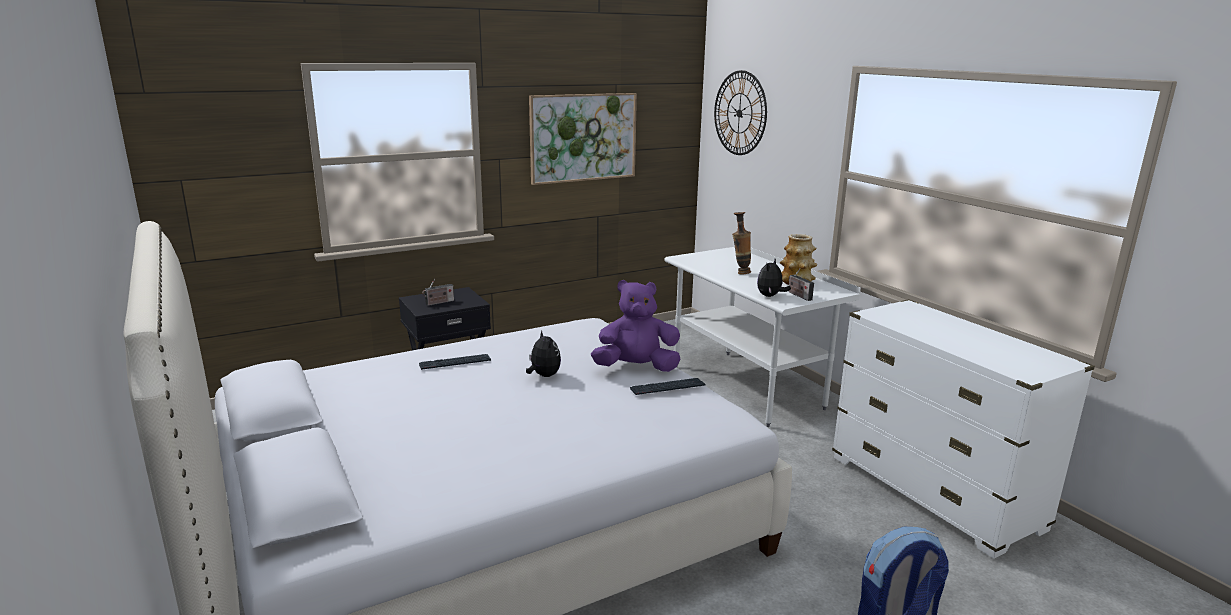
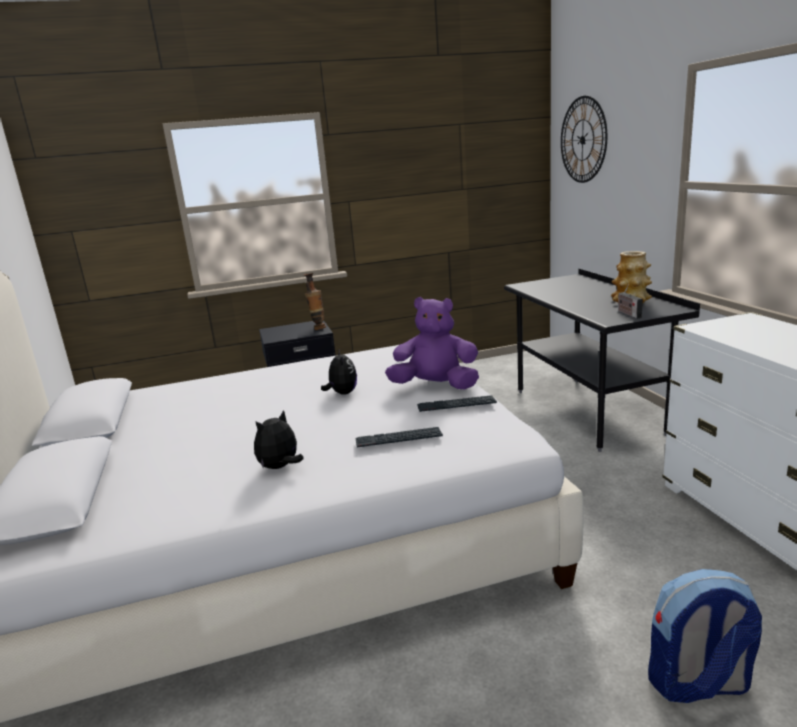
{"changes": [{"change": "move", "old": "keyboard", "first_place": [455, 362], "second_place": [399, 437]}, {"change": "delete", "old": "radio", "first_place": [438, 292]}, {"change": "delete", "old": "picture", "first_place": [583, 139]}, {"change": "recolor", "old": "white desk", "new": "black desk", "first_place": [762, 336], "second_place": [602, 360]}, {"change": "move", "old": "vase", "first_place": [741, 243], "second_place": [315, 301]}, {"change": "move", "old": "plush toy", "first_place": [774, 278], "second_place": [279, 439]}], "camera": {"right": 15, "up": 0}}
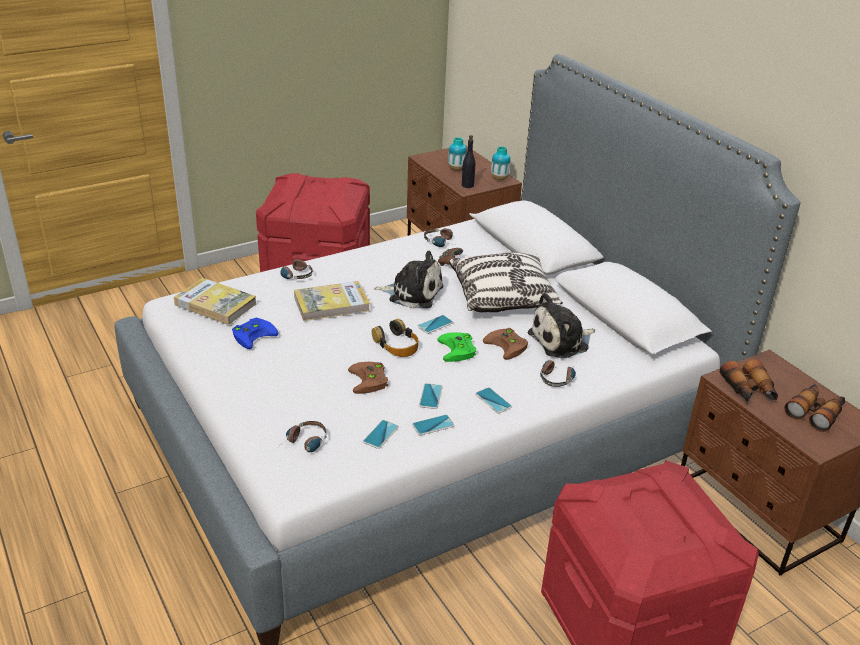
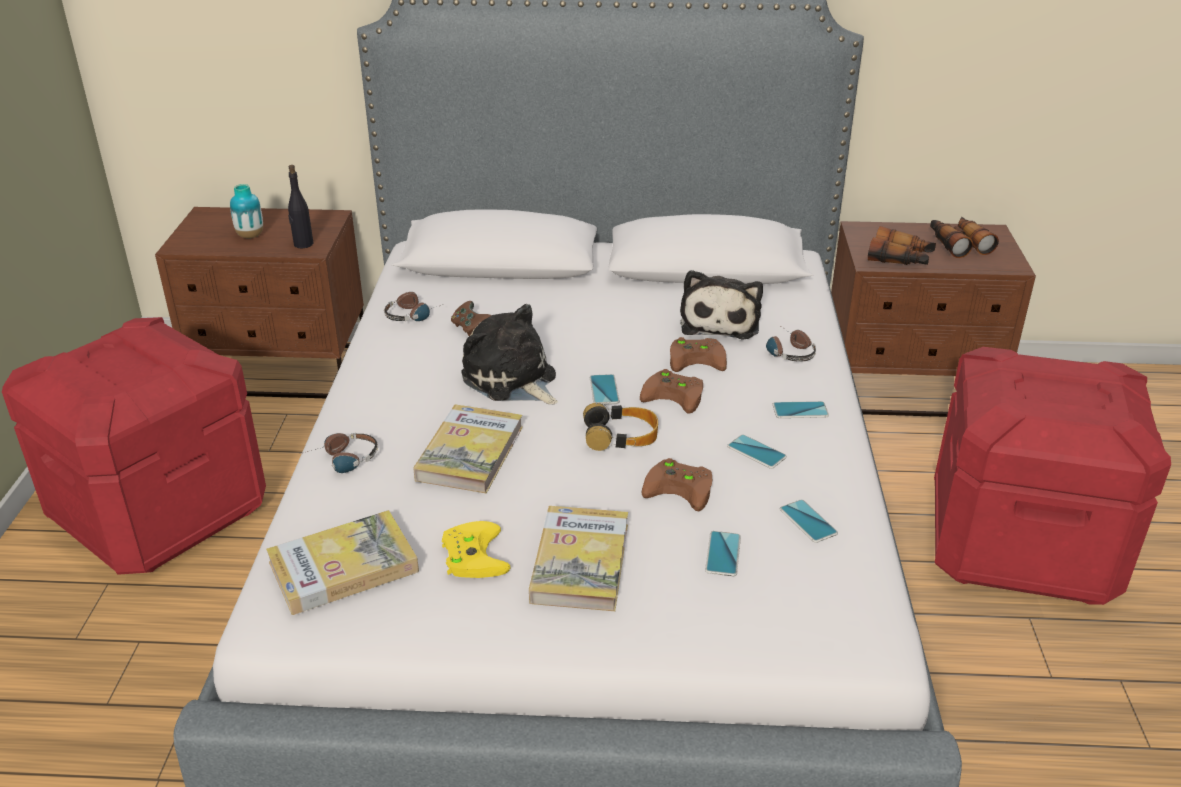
{"changes": [{"change": "recolor", "old": "blue game controller", "new": "yellow game controller", "first_place": [255, 333], "second_place": [476, 549]}, {"change": "delete", "old": "headphones", "first_place": [302, 436]}, {"change": "rotate", "old": "plush toy", "first_place": [408, 279], "second_place": [509, 354], "degrees": -90}, {"change": "move", "old": "phone", "first_place": [433, 425], "second_place": [723, 553]}, {"change": "recolor", "old": "green game controller", "new": "brown game controller", "first_place": [456, 347], "second_place": [671, 391]}, {"change": "delete", "old": "pillow", "first_place": [506, 282]}, {"change": "delete", "old": "vase", "first_place": [500, 163]}, {"change": "insert", "new": "book", "second_place": [578, 558]}], "camera": {"right": -55, "up": 0}}
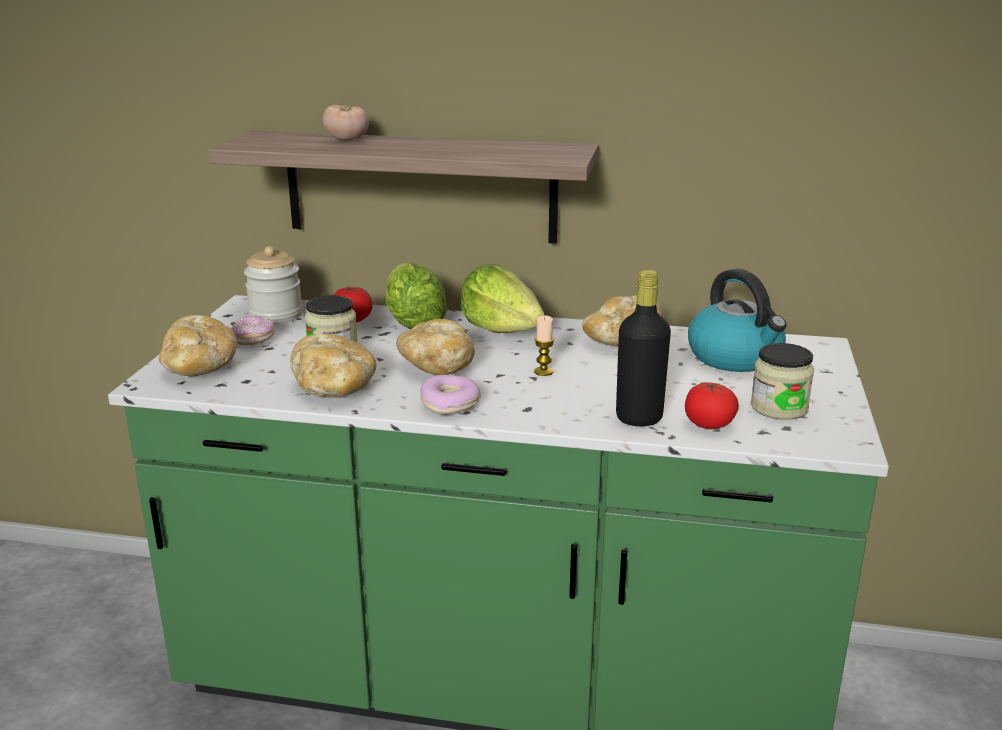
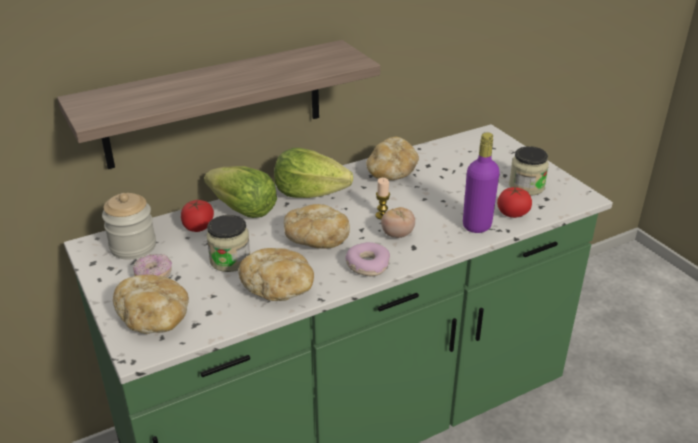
{"changes": [{"change": "move", "old": "tomato", "first_place": [346, 123], "second_place": [398, 222]}, {"change": "recolor", "old": "black bottle", "new": "purple bottle", "first_place": [643, 348], "second_place": [481, 182]}, {"change": "delete", "old": "kettle", "first_place": [737, 320]}], "camera": {"right": -40, "up": 10}}
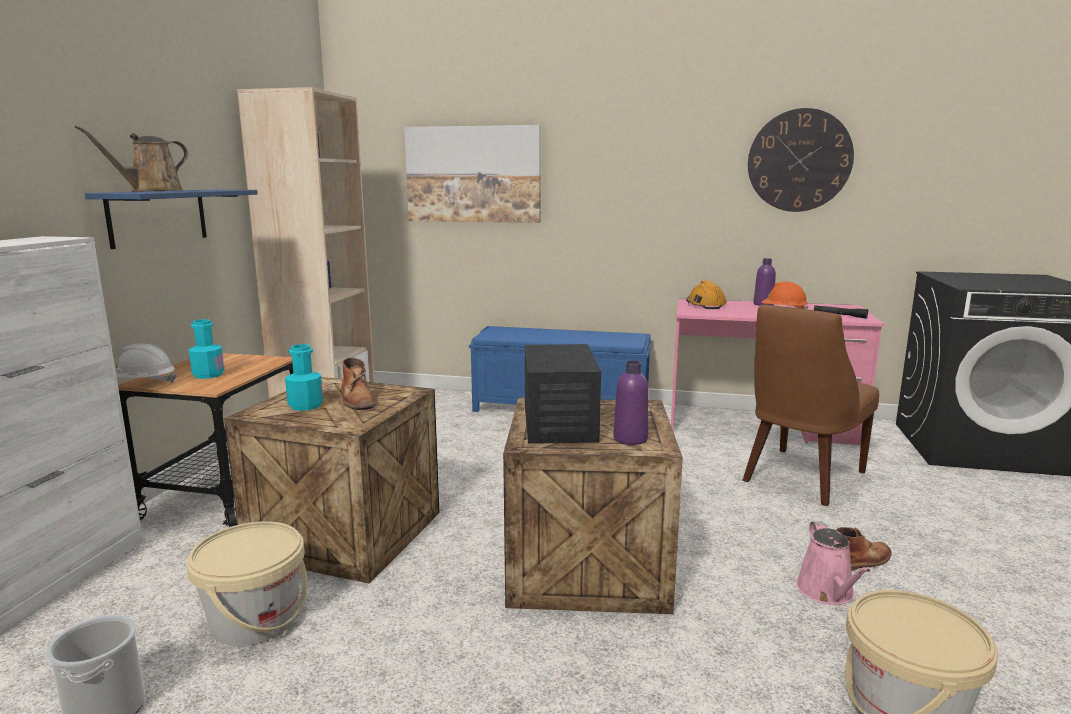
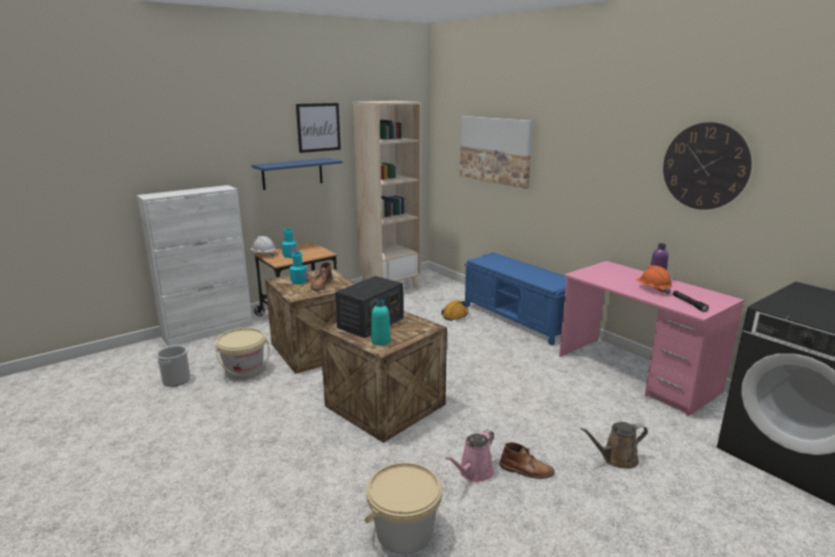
{"changes": [{"change": "move", "old": "brown watering can", "first_place": [131, 158], "second_place": [614, 445]}, {"change": "recolor", "old": "purple bottle", "new": "turquoise bottle", "first_place": [630, 403], "second_place": [381, 322]}, {"change": "move", "old": "orange hard hat", "first_place": [706, 294], "second_place": [455, 310]}, {"change": "delete", "old": "brown chair", "first_place": [811, 405]}, {"change": "insert", "new": "picture", "second_place": [318, 128]}], "camera": {"right": 40, "up": 5}}
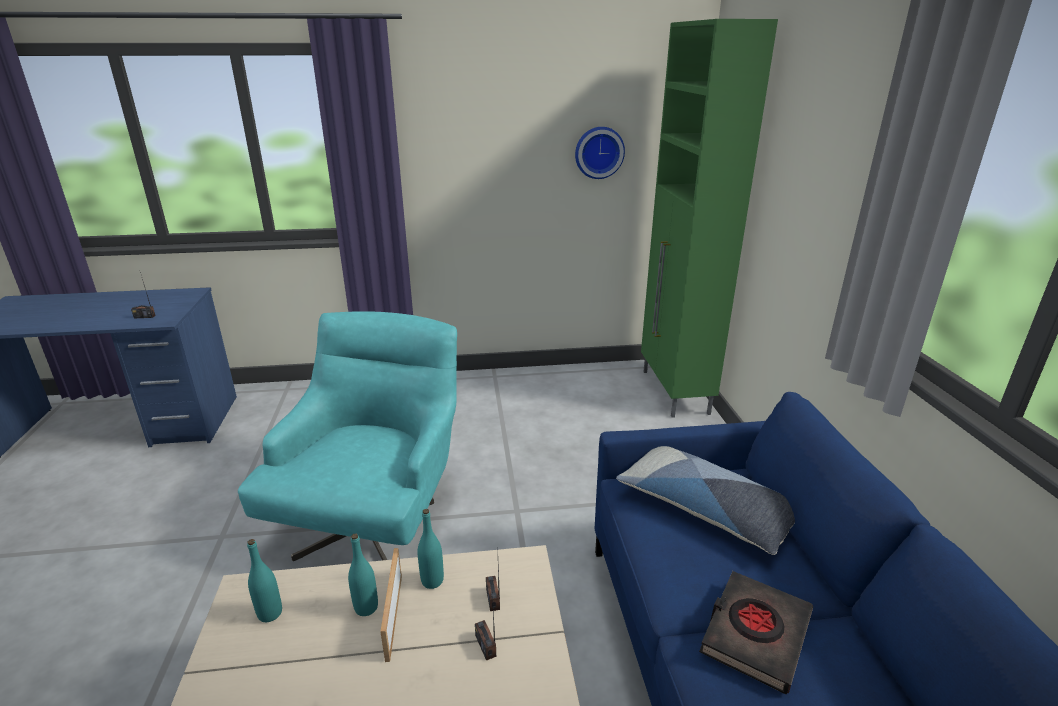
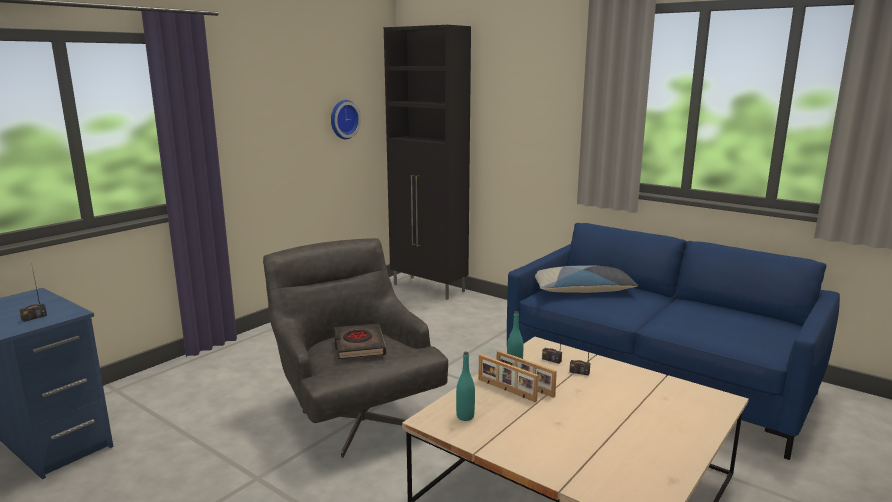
{"changes": [{"change": "recolor", "old": "turquoise armchair", "new": "grey armchair", "first_place": [347, 436], "second_place": [355, 348]}, {"change": "replace", "old": "turquoise bottle", "new": "picture frame", "first_place": [363, 575], "second_place": [508, 378]}, {"change": "recolor", "old": "green cabinet", "new": "black cabinet", "first_place": [709, 218], "second_place": [427, 162]}, {"change": "move", "old": "black book", "first_place": [756, 632], "second_place": [360, 341]}], "camera": {"right": -45, "up": -10}}
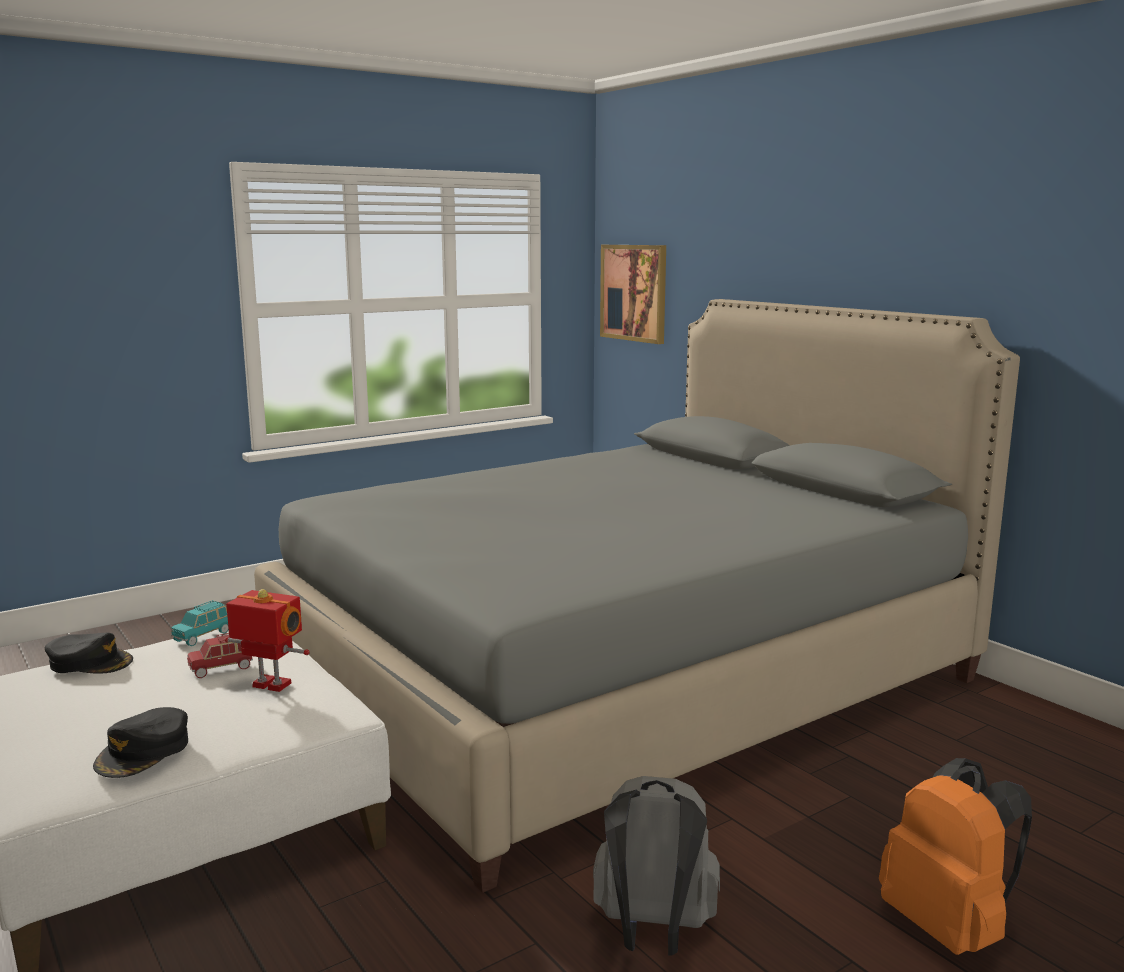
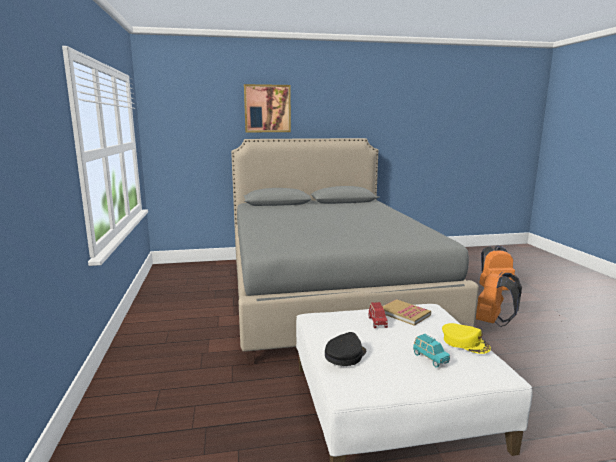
{"changes": [{"change": "recolor", "old": "black cap", "new": "yellow cap", "first_place": [140, 742], "second_place": [466, 338]}, {"change": "move", "old": "turquoise toy car", "first_place": [200, 623], "second_place": [431, 350]}, {"change": "replace", "old": "toy robot", "new": "book", "first_place": [267, 640], "second_place": [406, 312]}, {"change": "recolor", "old": "grey backpack", "new": "orange backpack", "first_place": [656, 866], "second_place": [499, 299]}, {"change": "move", "old": "picture", "first_place": [633, 294], "second_place": [267, 108]}], "camera": {"right": -65, "up": 0}}
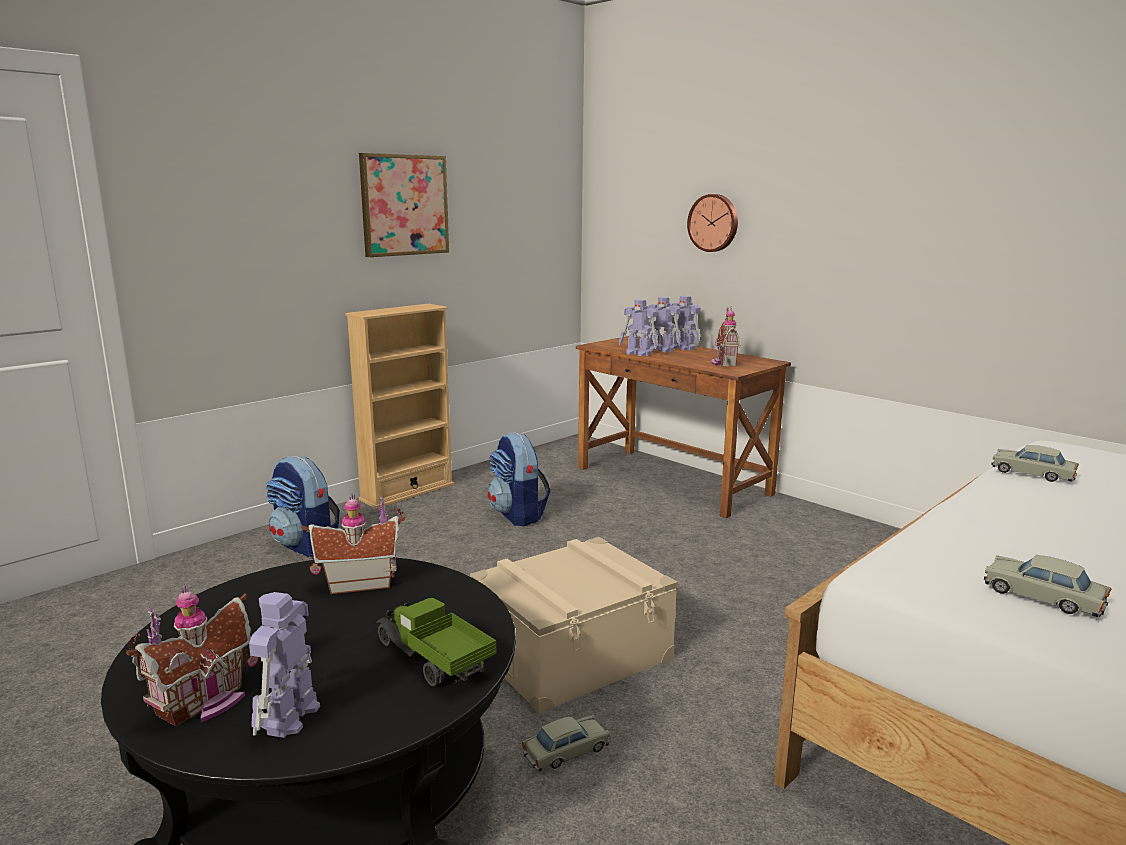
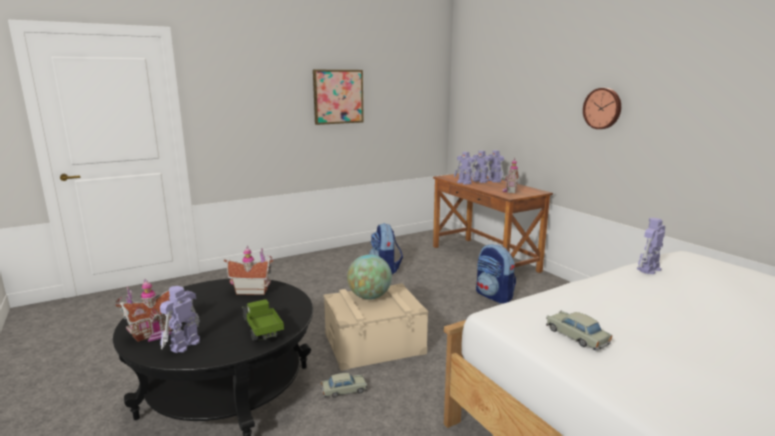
{"changes": [{"change": "move", "old": "backpack", "first_place": [303, 507], "second_place": [496, 273]}, {"change": "delete", "old": "beige bookcase", "first_place": [399, 406]}, {"change": "move", "old": "wall clock", "first_place": [712, 223], "second_place": [602, 108]}, {"change": "replace", "old": "beige toy car", "new": "toy robot", "first_place": [1035, 463], "second_place": [651, 246]}, {"change": "insert", "new": "globe", "second_place": [369, 277]}], "camera": {"right": 15, "up": 0}}
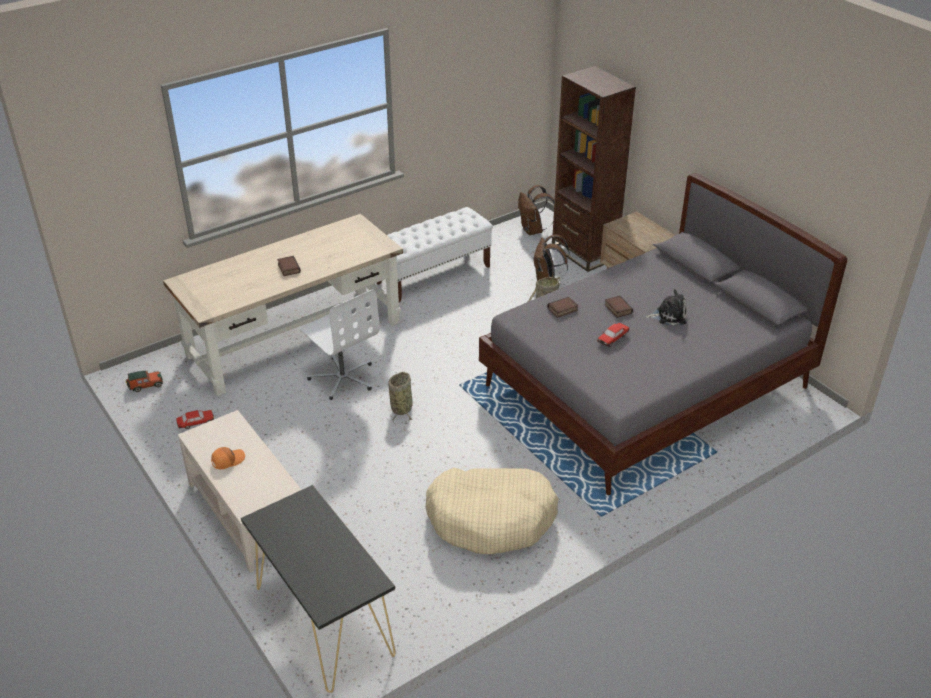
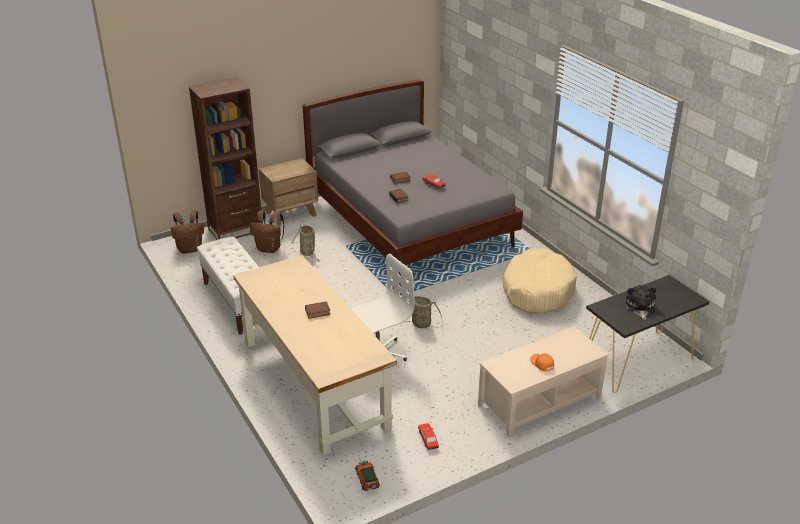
{"changes": [{"change": "move", "old": "plush toy", "first_place": [666, 307], "second_place": [641, 302]}], "camera": {"right": -85, "up": -5}}
